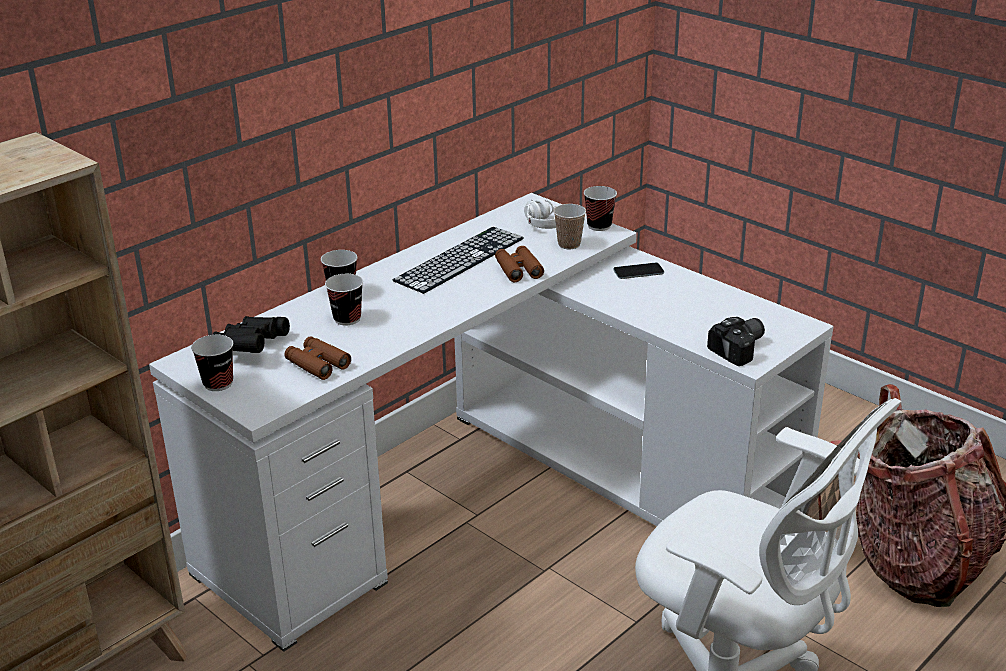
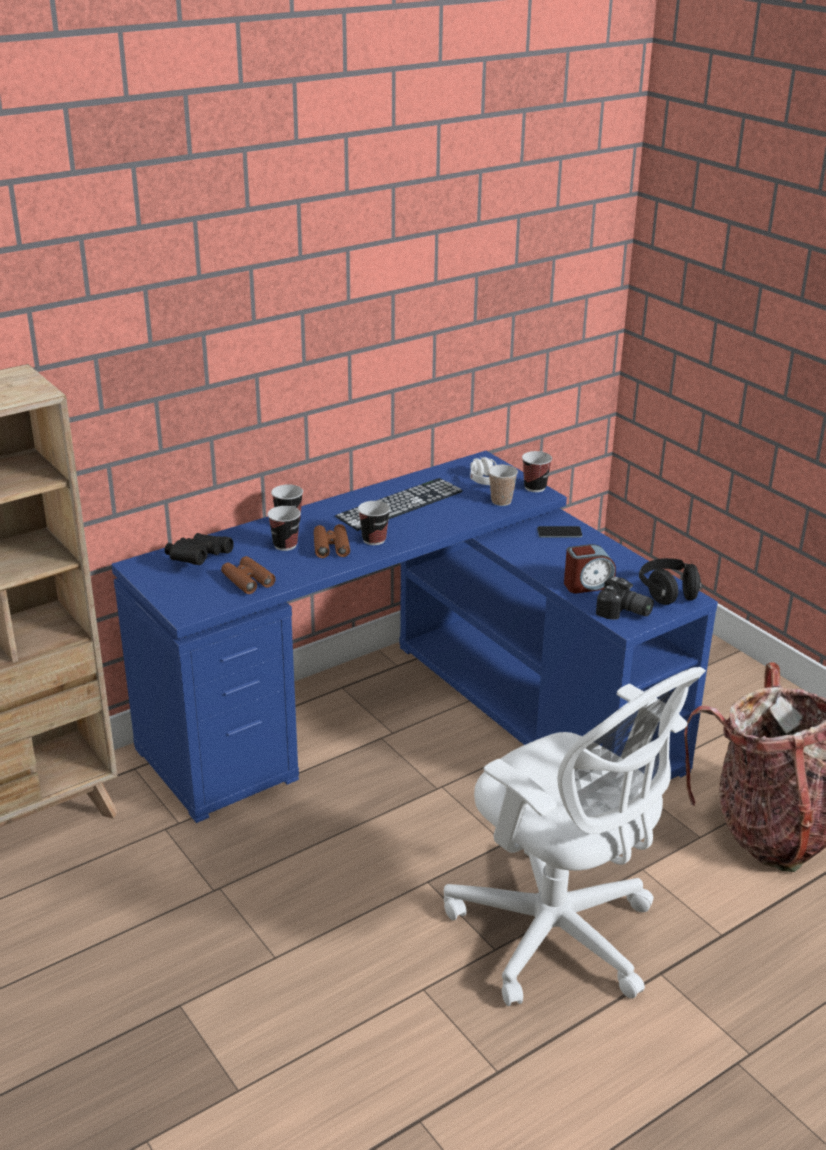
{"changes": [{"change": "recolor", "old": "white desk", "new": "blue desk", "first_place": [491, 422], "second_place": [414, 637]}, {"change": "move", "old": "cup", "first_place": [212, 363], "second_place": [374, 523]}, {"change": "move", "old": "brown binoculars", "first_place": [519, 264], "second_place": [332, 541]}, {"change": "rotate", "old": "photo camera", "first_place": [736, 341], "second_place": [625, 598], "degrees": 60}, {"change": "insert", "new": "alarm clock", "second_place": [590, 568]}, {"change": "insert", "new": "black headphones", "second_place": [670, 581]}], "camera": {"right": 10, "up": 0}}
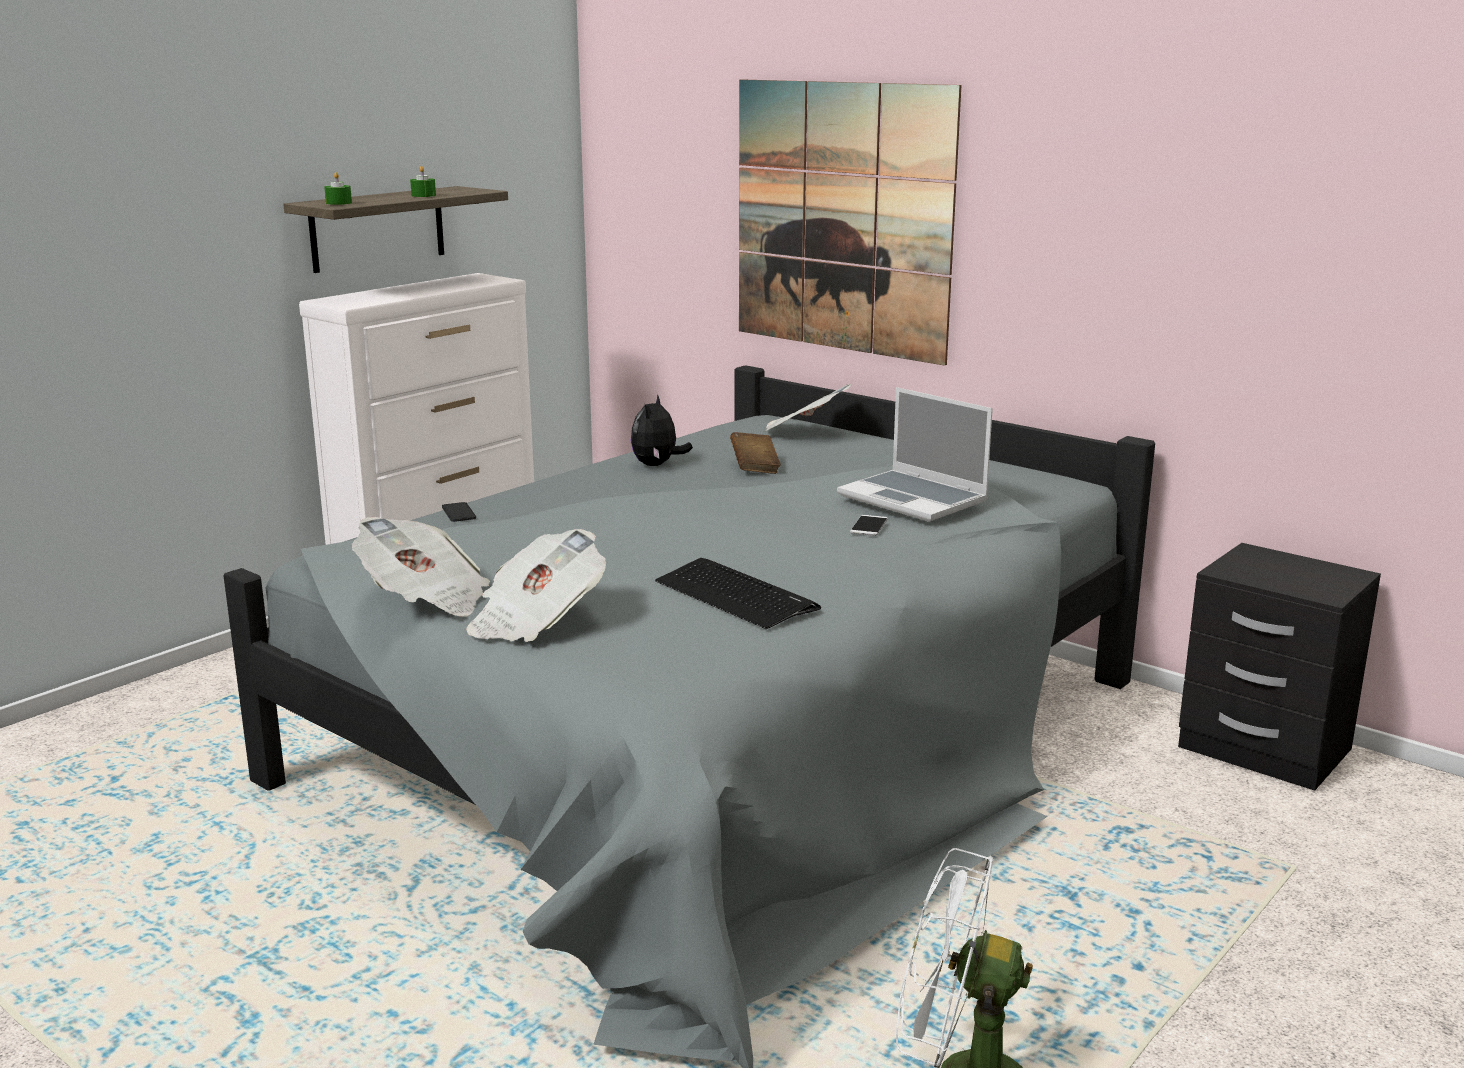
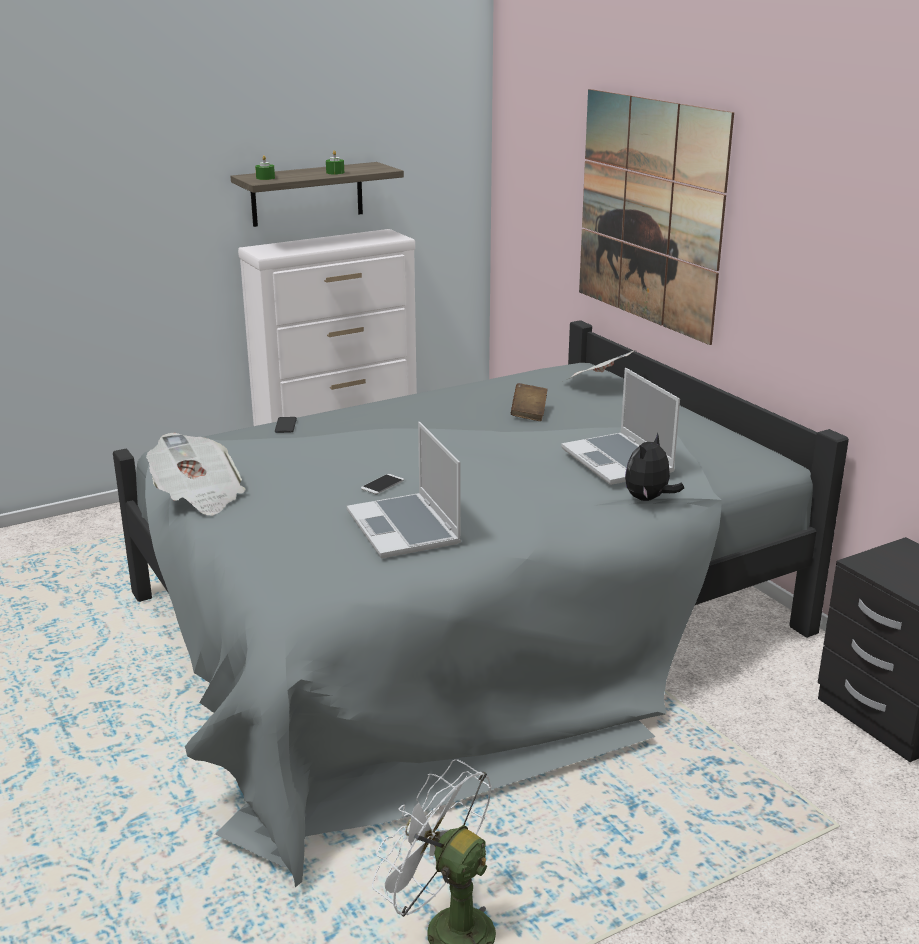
{"changes": [{"change": "delete", "old": "newspaper", "first_place": [536, 585]}, {"change": "move", "old": "plush toy", "first_place": [662, 430], "second_place": [654, 466]}, {"change": "replace", "old": "keyboard", "new": "laptop", "first_place": [738, 593], "second_place": [404, 490]}, {"change": "move", "old": "phone", "first_place": [869, 525], "second_place": [382, 484]}], "camera": {"right": 20, "up": 5}}
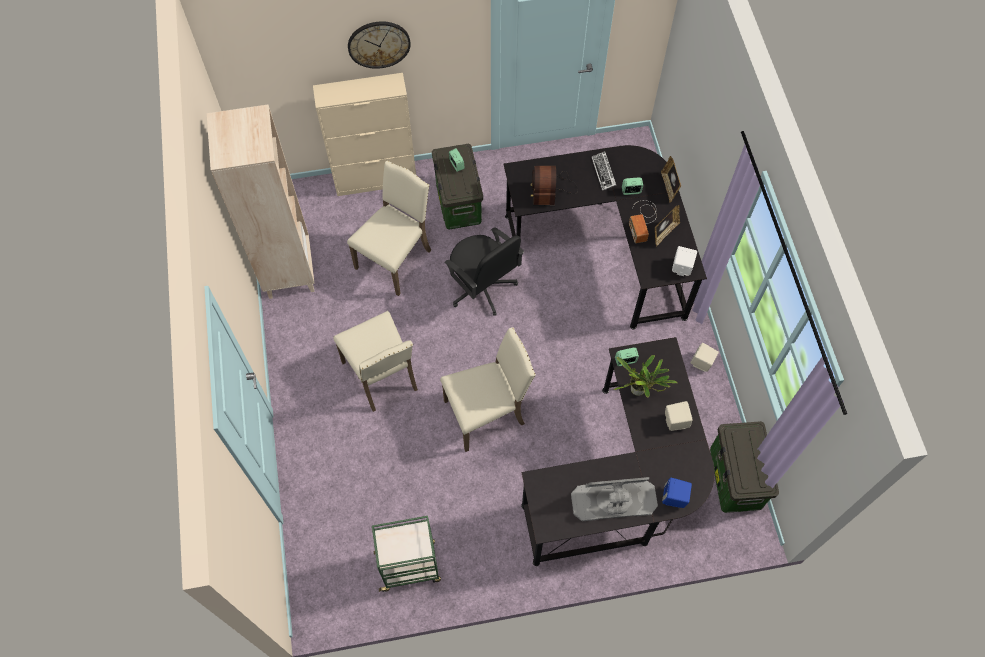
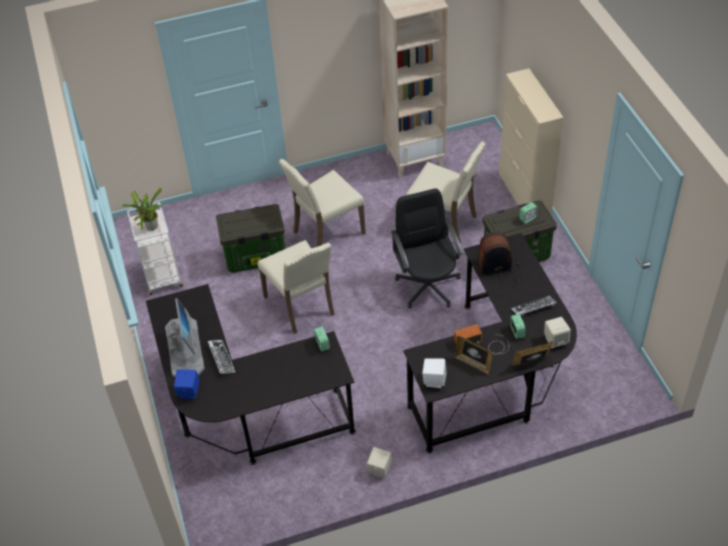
{"changes": [{"change": "delete", "old": "wall clock", "first_place": [379, 45]}, {"change": "recolor", "old": "green cart", "new": "white cart", "first_place": [406, 554], "second_place": [155, 248]}, {"change": "rotate", "old": "black office chair", "first_place": [484, 271], "second_place": [427, 248], "degrees": 120}, {"change": "move", "old": "potted plant", "first_place": [646, 376], "second_place": [142, 209]}, {"change": "move", "old": "beige speaker", "first_place": [678, 416], "second_place": [557, 332]}, {"change": "move", "old": "storage box", "first_place": [744, 467], "second_place": [250, 238]}, {"change": "insert", "new": "keyboard", "second_place": [221, 357]}], "camera": {"right": 85, "up": -15}}
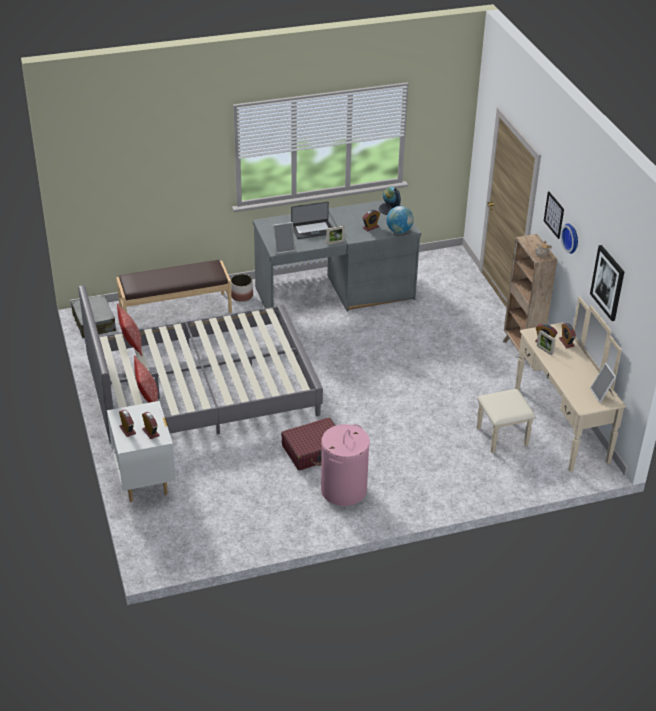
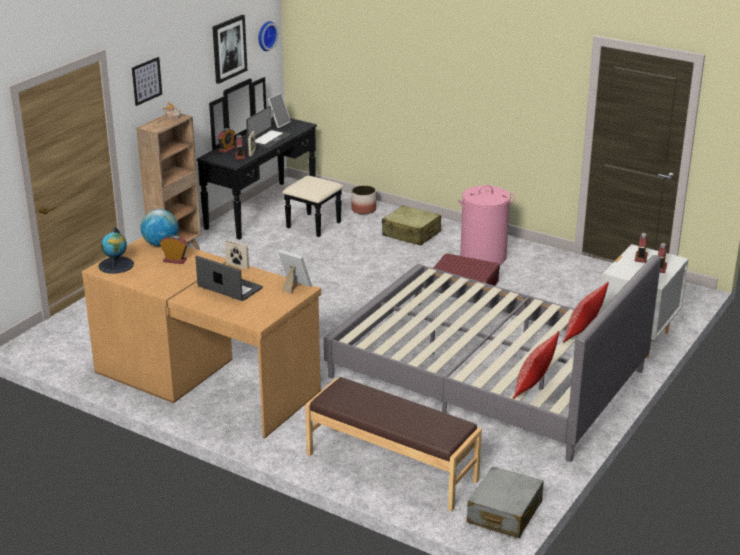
{"changes": [{"change": "move", "old": "planter", "first_place": [242, 288], "second_place": [363, 199]}, {"change": "recolor", "old": "grey desk", "new": "brown desk", "first_place": [337, 256], "second_place": [201, 338]}, {"change": "recolor", "old": "beige dresser", "new": "black dresser", "first_place": [551, 384], "second_place": [269, 158]}, {"change": "move", "old": "wall clock", "first_place": [569, 238], "second_place": [268, 36]}, {"change": "insert", "new": "laptop", "second_place": [269, 127]}, {"change": "insert", "new": "beige suitcase", "second_place": [411, 225]}], "camera": {"right": -130, "up": -10}}
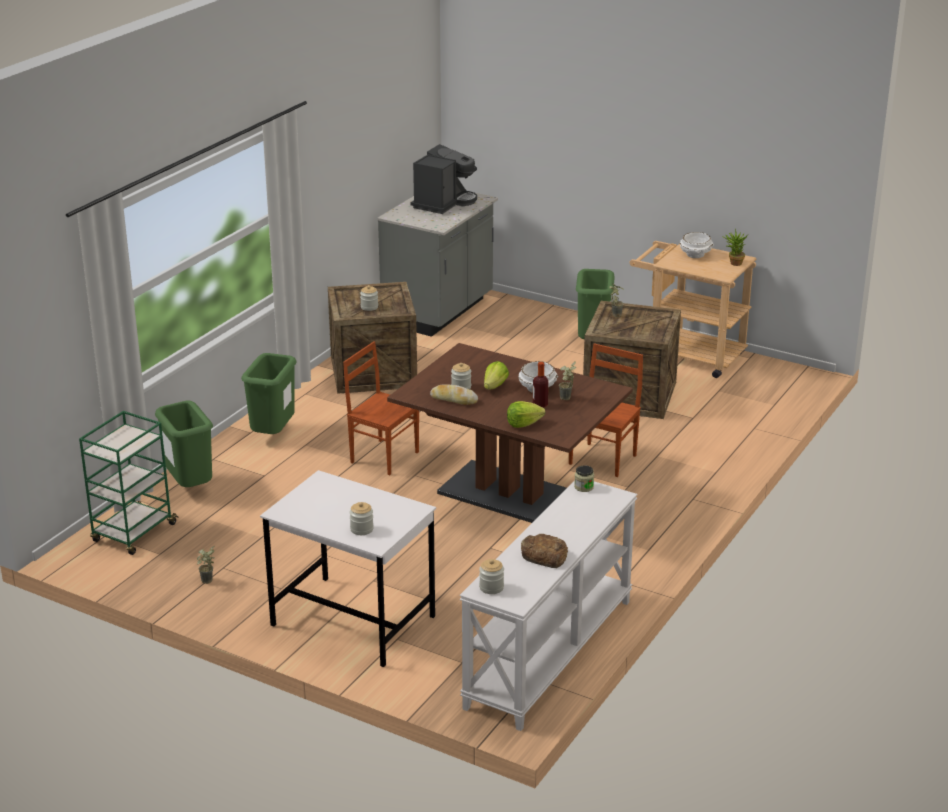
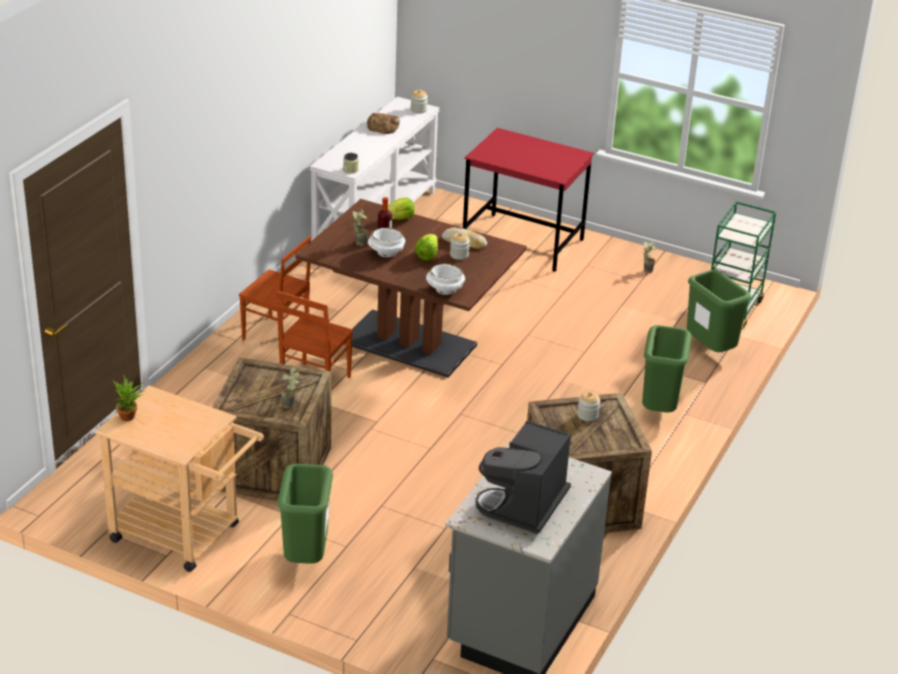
{"changes": [{"change": "recolor", "old": "white desk", "new": "red desk", "first_place": [348, 568], "second_place": [528, 200]}, {"change": "move", "old": "brown chair", "first_place": [381, 408], "second_place": [275, 288]}, {"change": "delete", "old": "jar", "first_place": [361, 518]}, {"change": "move", "old": "white bowl", "first_place": [697, 245], "second_place": [445, 279]}], "camera": {"right": 175, "up": 5}}
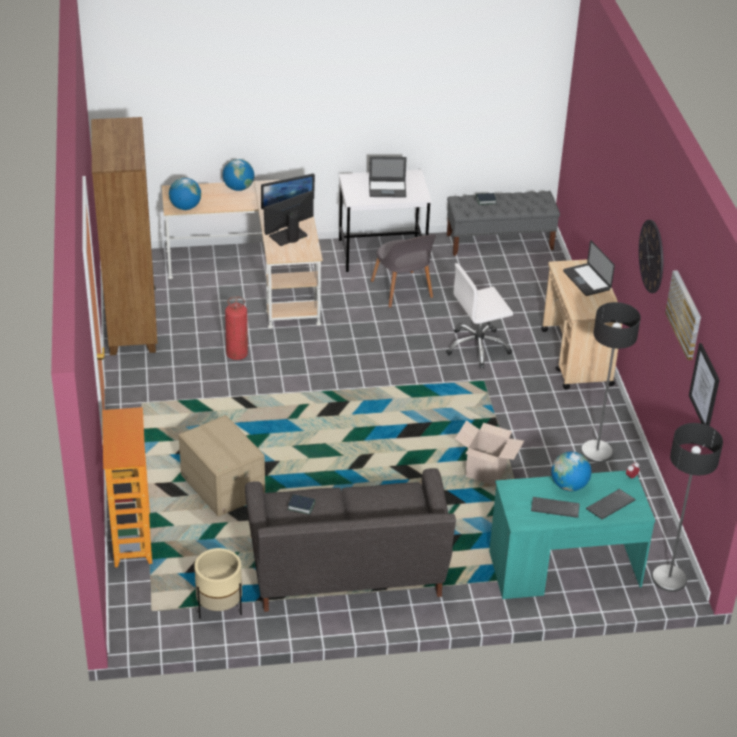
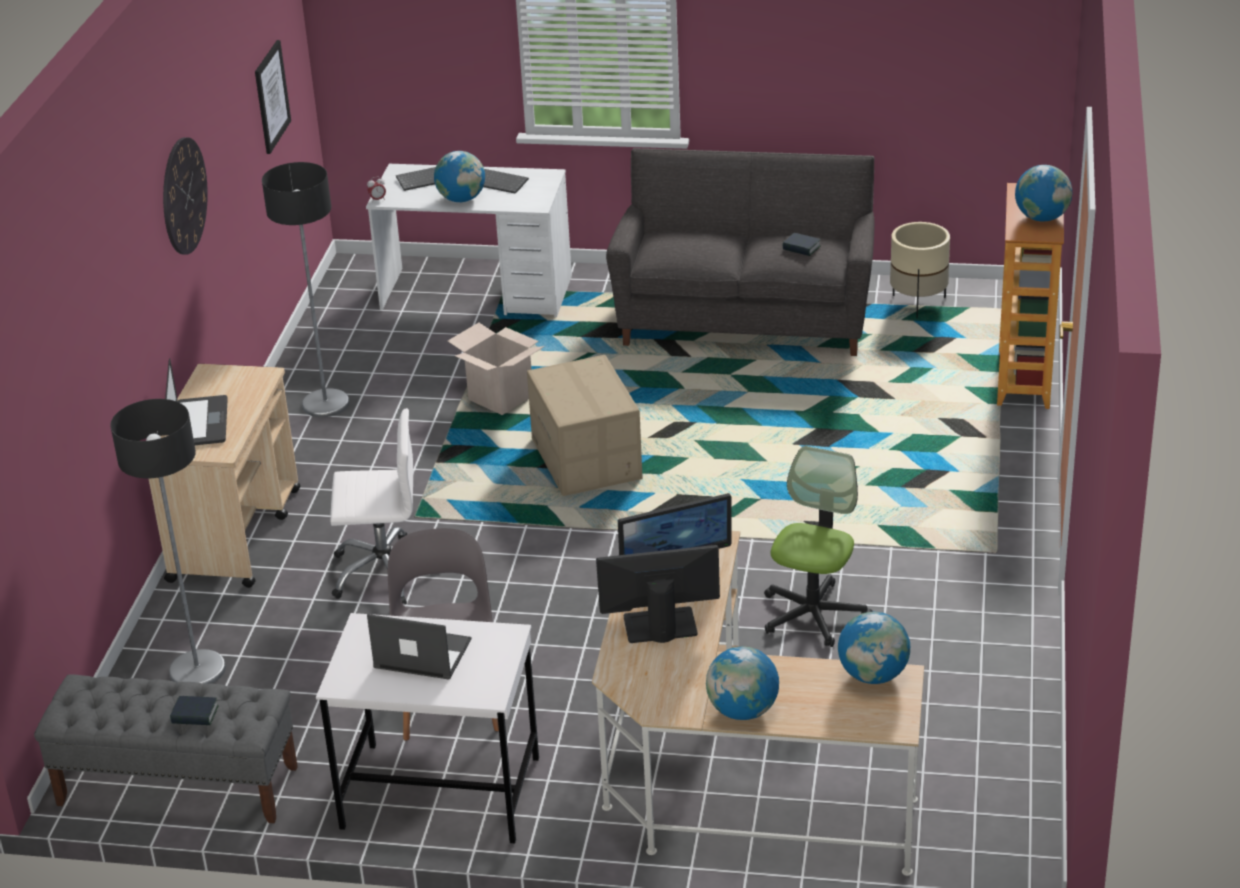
{"changes": [{"change": "delete", "old": "brown bookcase", "first_place": [124, 236]}, {"change": "move", "old": "cardboard box", "first_place": [222, 466], "second_place": [585, 425]}, {"change": "replace", "old": "fire extinguisher", "new": "office chair", "first_place": [236, 328], "second_place": [818, 546]}, {"change": "recolor", "old": "turquoise desk", "new": "white desk", "first_place": [572, 535], "second_place": [469, 240]}, {"change": "move", "old": "floor lamp", "first_place": [687, 507], "second_place": [168, 541]}, {"change": "delete", "old": "picture", "first_place": [683, 315]}, {"change": "insert", "new": "globe", "second_place": [1043, 193]}], "camera": {"right": -160, "up": -5}}
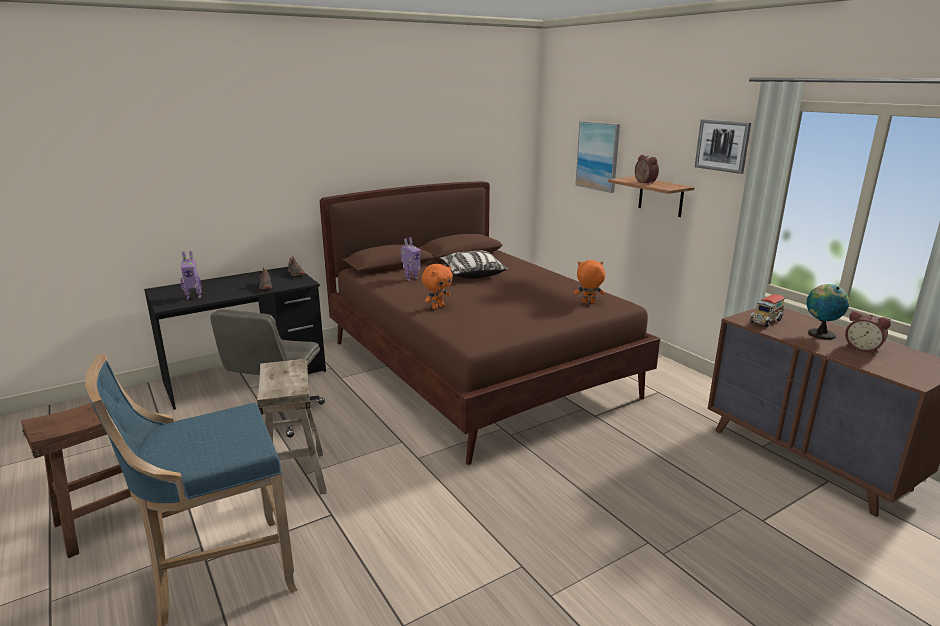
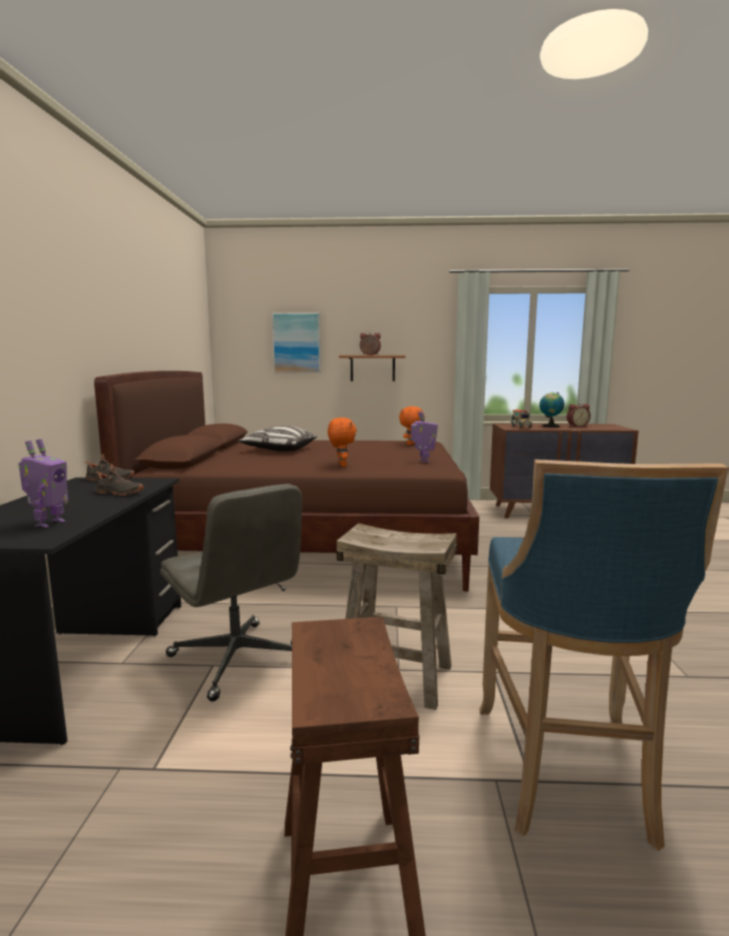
{"changes": [{"change": "move", "old": "toy robot", "first_place": [411, 259], "second_place": [424, 436]}, {"change": "delete", "old": "picture", "first_place": [723, 146]}], "camera": {"right": -55, "up": -10}}
